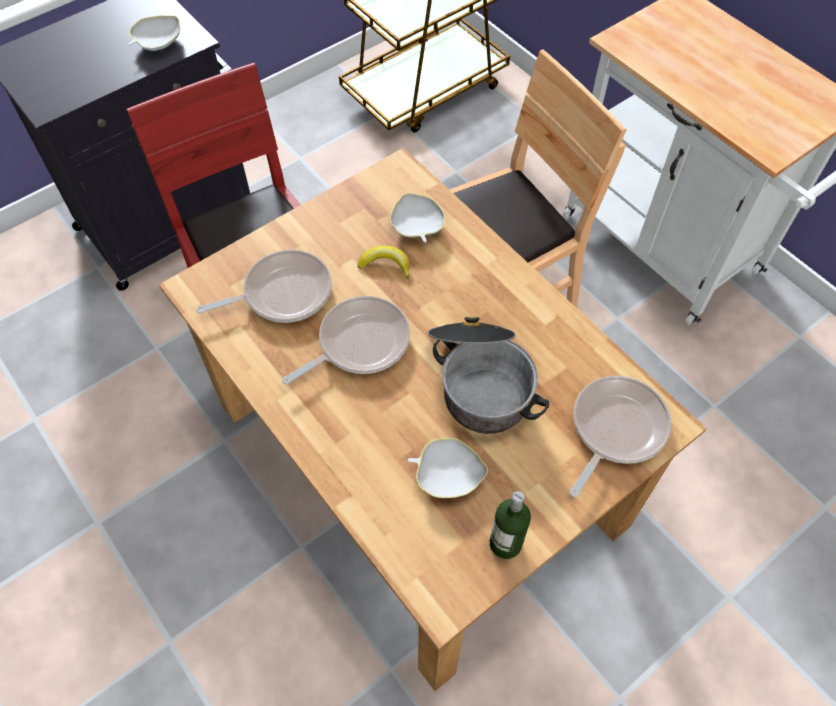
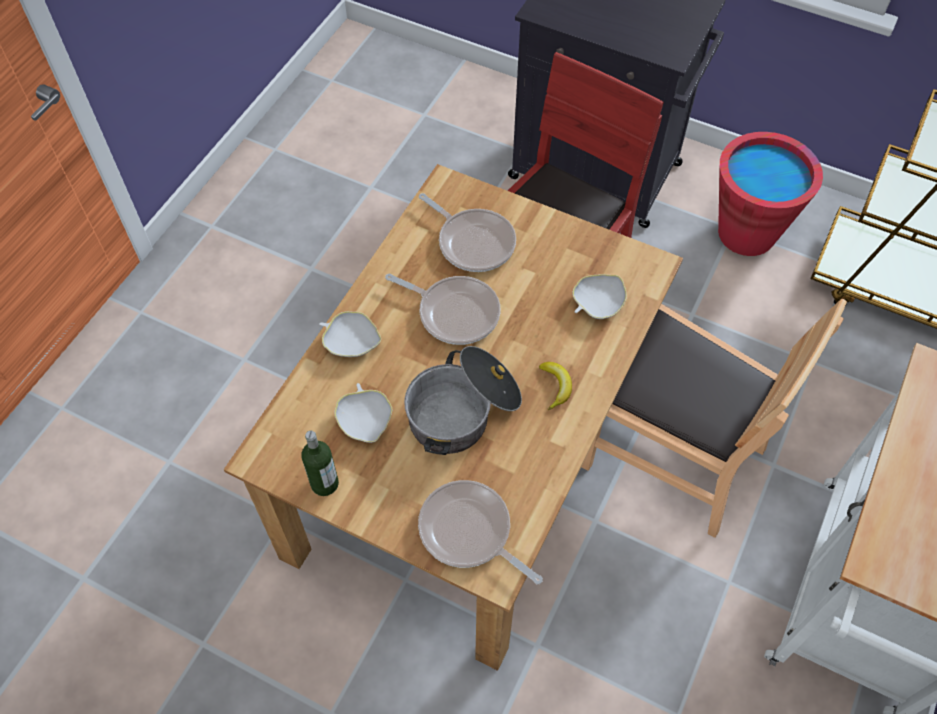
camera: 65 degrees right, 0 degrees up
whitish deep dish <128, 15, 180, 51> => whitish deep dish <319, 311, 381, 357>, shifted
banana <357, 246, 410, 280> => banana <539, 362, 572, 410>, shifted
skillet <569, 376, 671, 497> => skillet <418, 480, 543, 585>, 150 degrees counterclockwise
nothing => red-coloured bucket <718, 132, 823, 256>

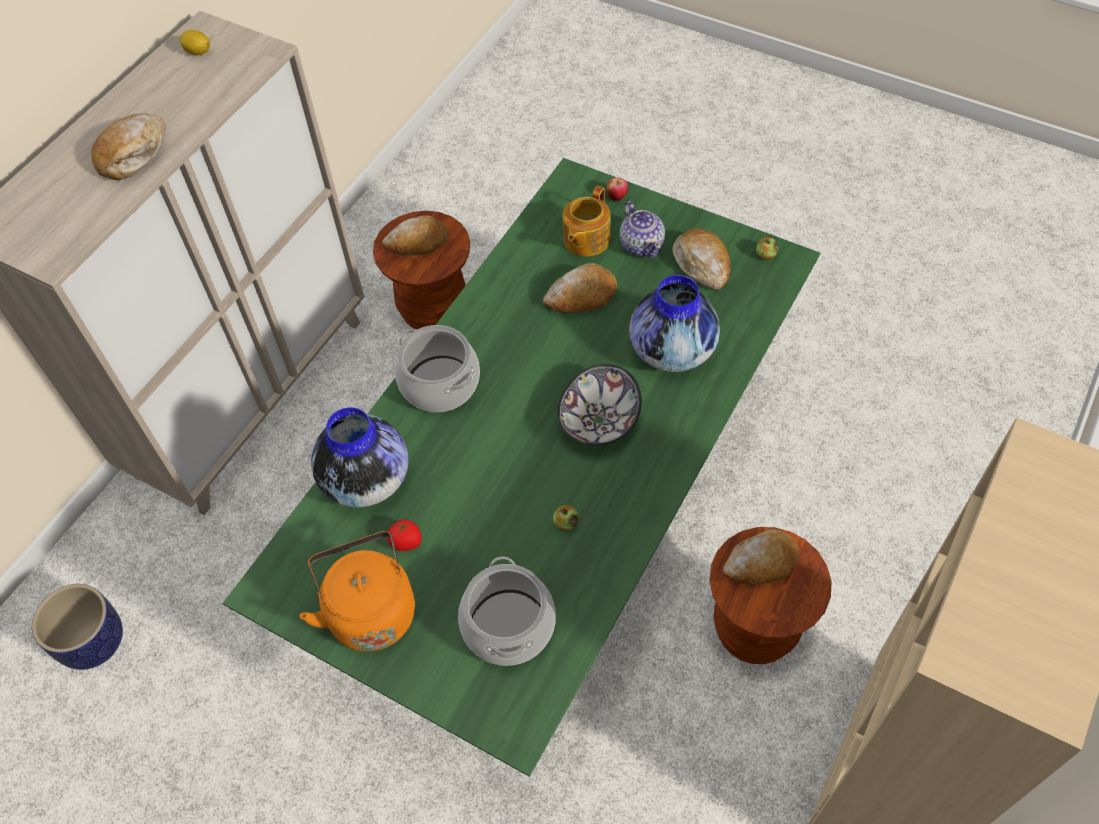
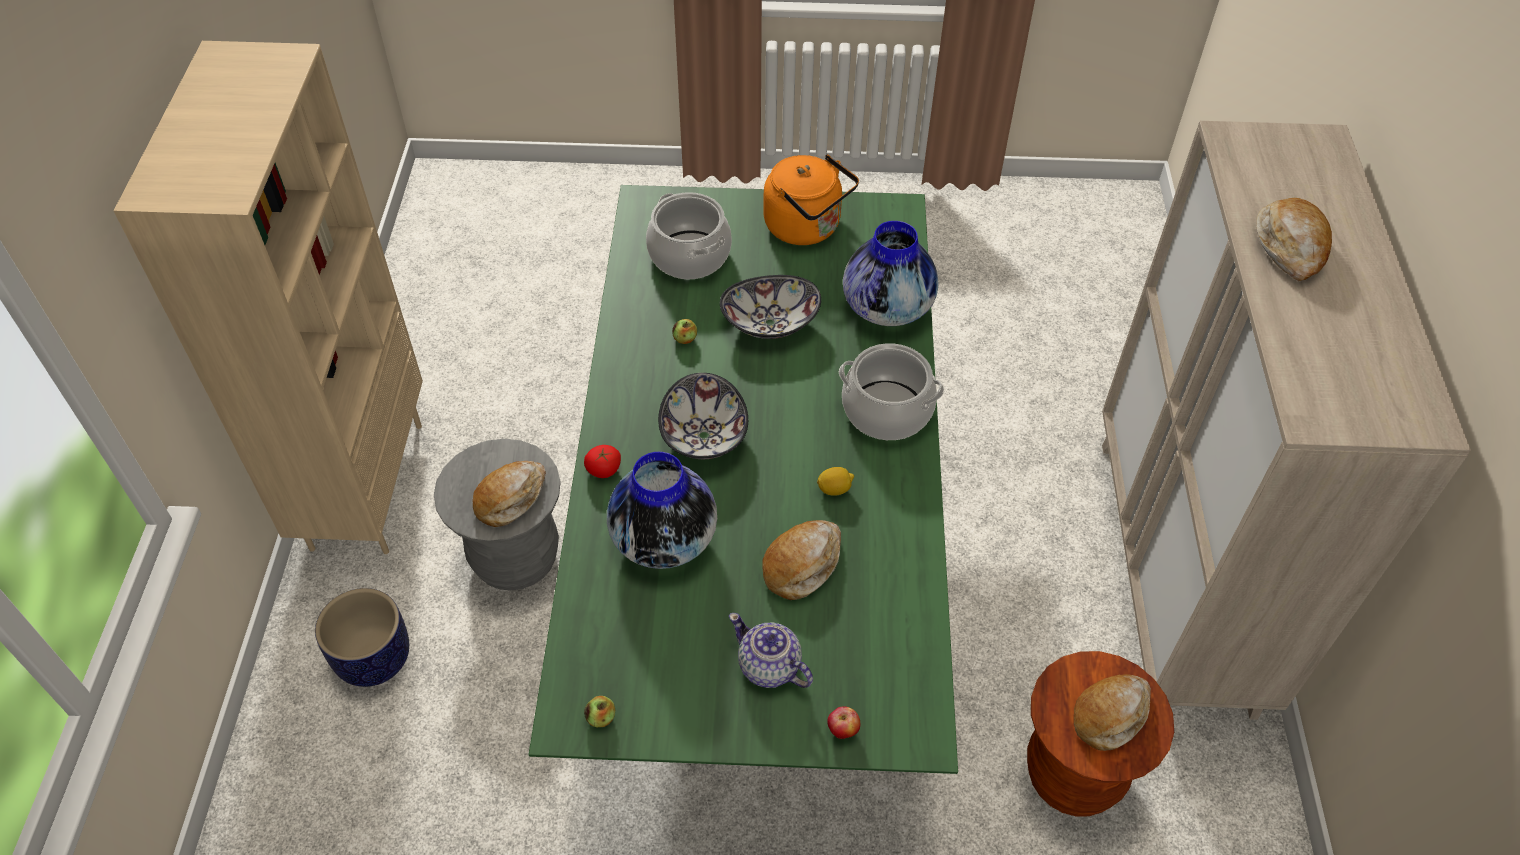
camera: 150 degrees right, 5 degrees down
planter <32, 584, 123, 670> => planter <315, 588, 409, 687>, shifted
lemon <179, 30, 210, 55> => lemon <817, 467, 854, 496>, shifted
fresh tomato <386, 519, 421, 551> => fresh tomato <584, 445, 621, 478>, shifted
pot for tea <563, 186, 610, 256> => nothing
bread <672, 228, 731, 290> => nothing
brown stool <709, 527, 832, 664> => grey stool <434, 439, 561, 591>
nothing => deep dish <720, 275, 821, 339>

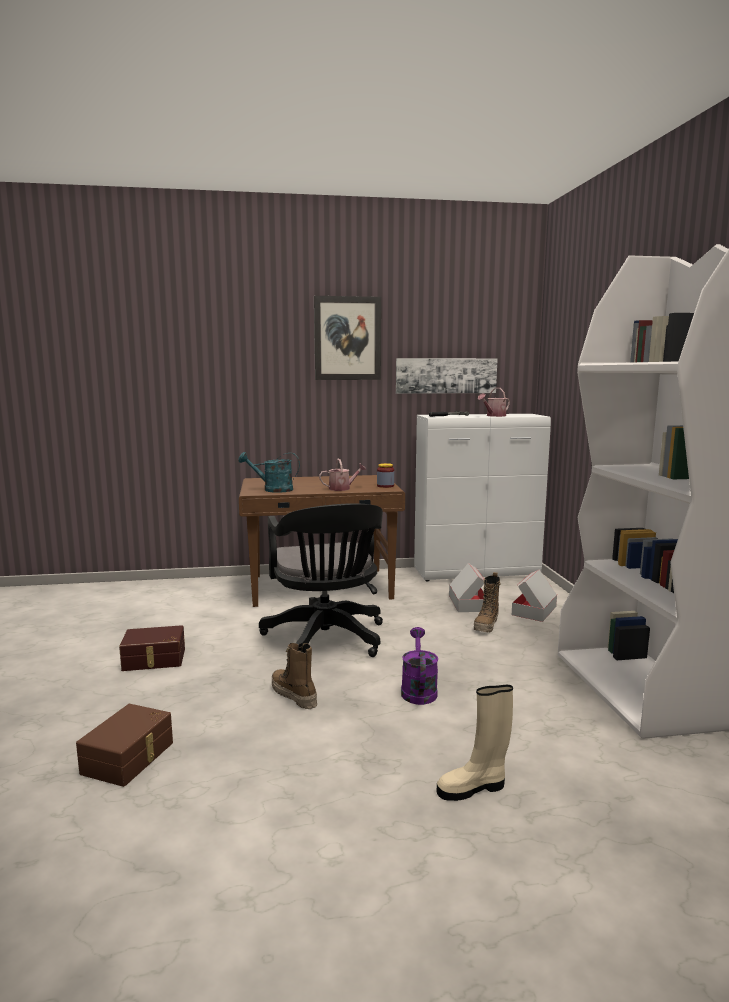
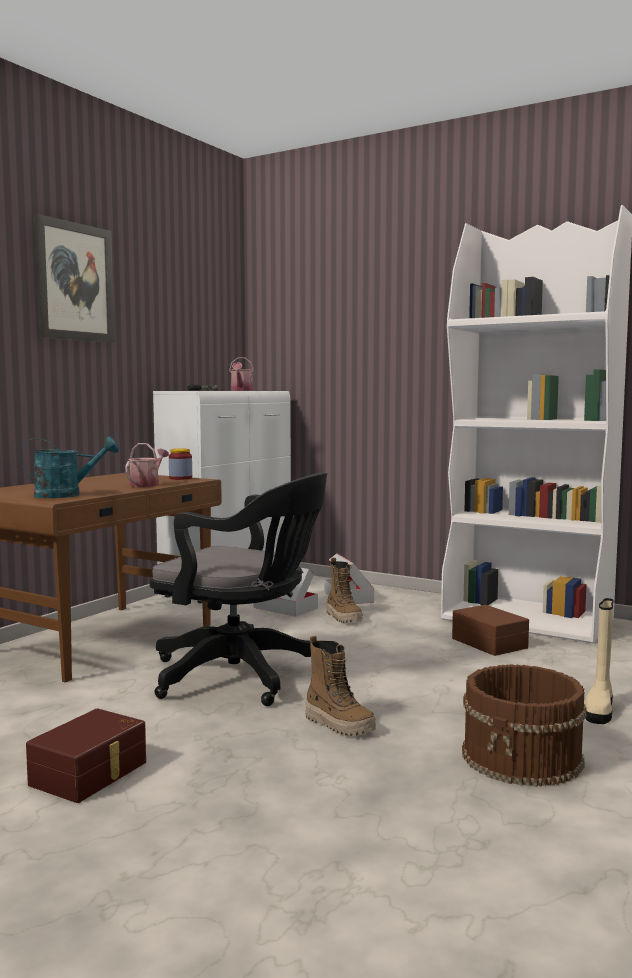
camera: 50 degrees left, 5 degrees down
brown storage container <76, 704, 173, 787> => brown storage container <452, 605, 529, 656>, shifted
turquoise sprinkling can <238, 452, 300, 493> => turquoise sprinkling can <20, 436, 119, 498>, 150 degrees counterclockwise
tall boot <272, 643, 317, 709> => tall boot <305, 636, 376, 736>, 135 degrees counterclockwise
wall art <396, 358, 498, 394> => nothing
purplish sprinkling can <401, 627, 438, 705> => nothing
nothing => brown bucket <462, 664, 587, 787>

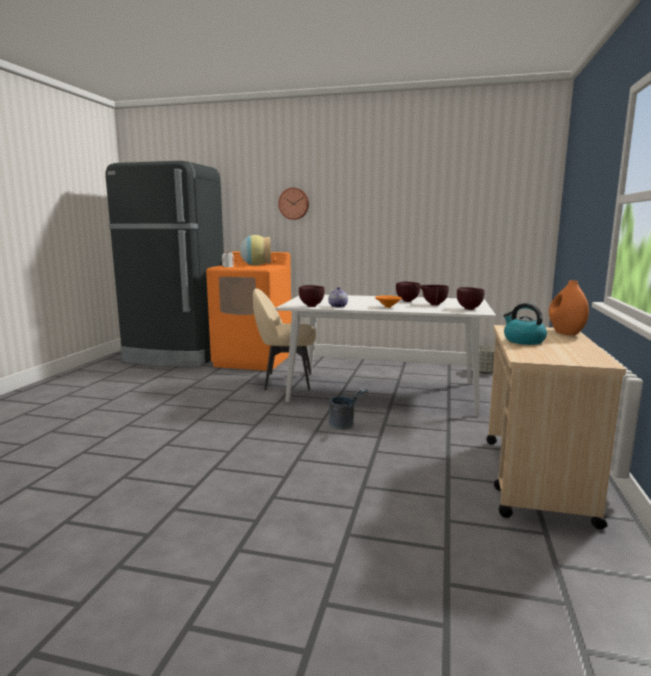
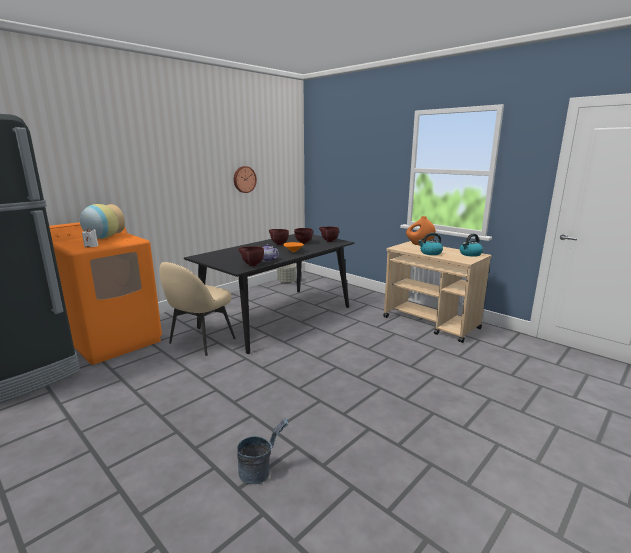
camera: 60 degrees left, 5 degrees up
whitish dining table <275, 295, 496, 416> => black dining table <184, 234, 354, 354>
clock on the wall <278, 188, 309, 220> => clock on the wall <234, 166, 257, 193>, shifted
grey bucket <329, 389, 368, 429> => grey bucket <237, 418, 288, 484>, shifted
nothing => water kettle <460, 234, 483, 257>

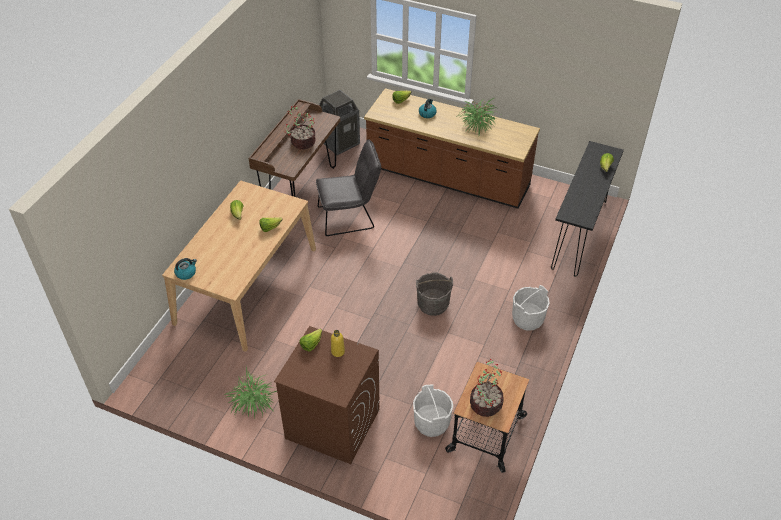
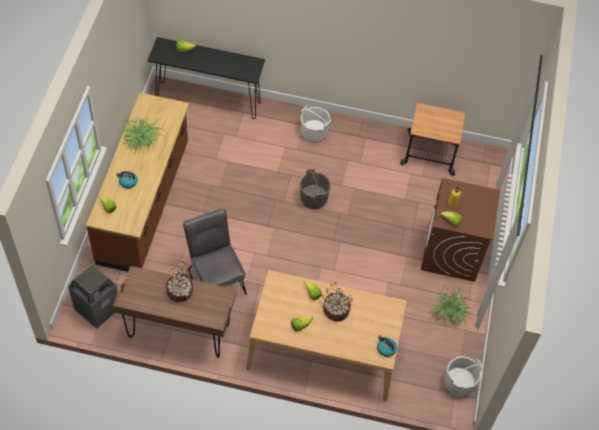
camera: 105 degrees left, 10 degrees up
whitish bucket <413, 384, 453, 437> => whitish bucket <445, 356, 483, 397>, shifted
potted plant <470, 359, 504, 417> => potted plant <318, 282, 353, 322>, shifted

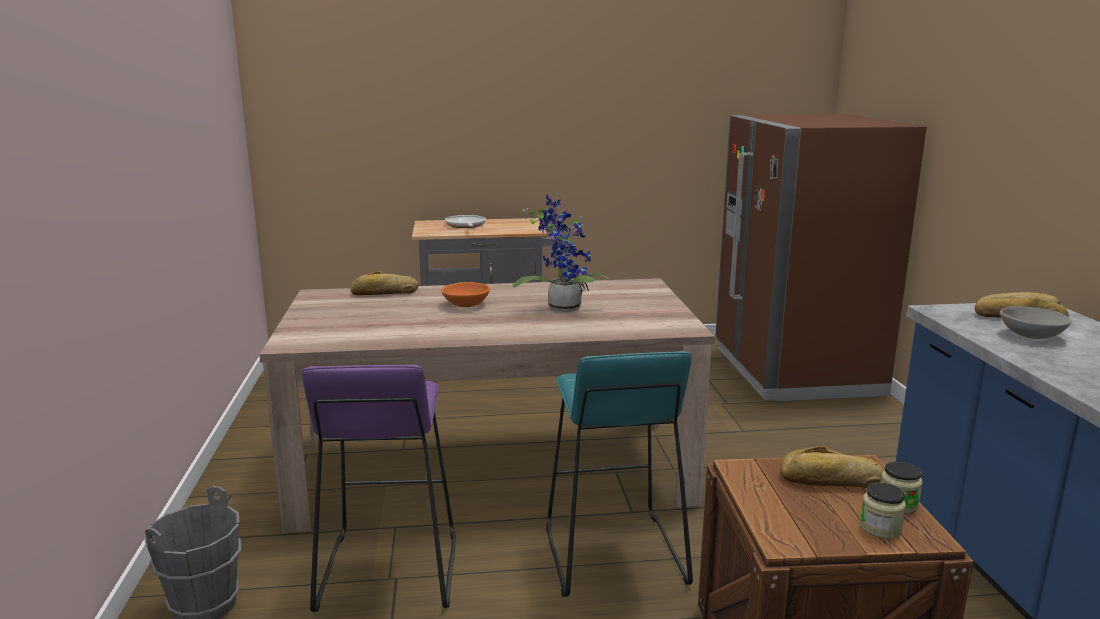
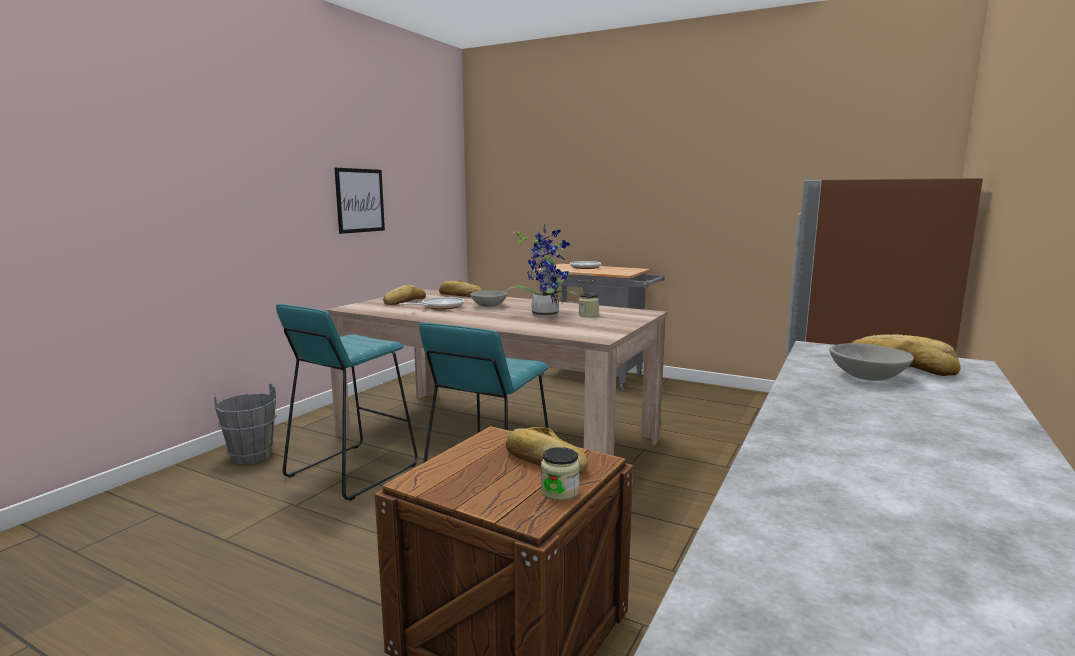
camera: 35 degrees right, 5 degrees down
purplish stool <302, 364, 456, 612> => turquoise stool <276, 304, 418, 501>
orangey deep dish <441, 282, 490, 307> => grey deep dish <470, 291, 507, 307>
storage jar <860, 483, 906, 539> => storage jar <579, 293, 599, 317>, shifted
nothing => wall art <335, 168, 385, 234>
nothing => bread <383, 285, 426, 305>
nothing => skillet <399, 297, 464, 310>

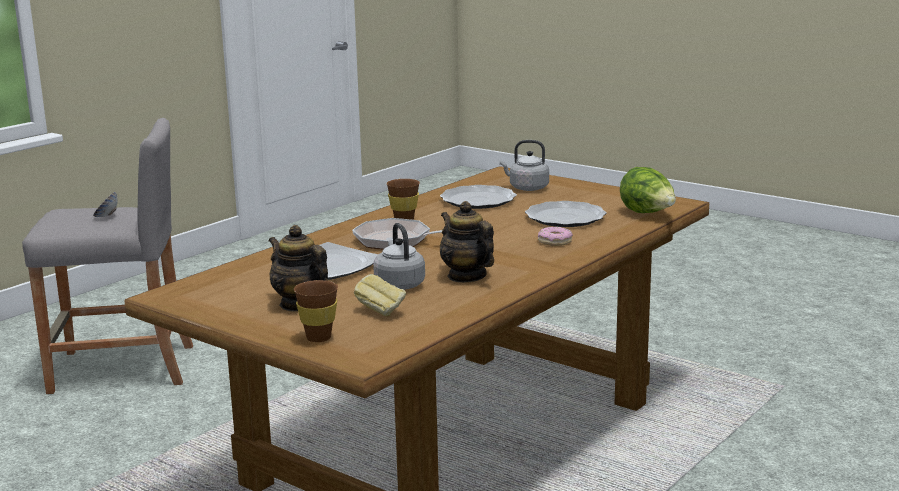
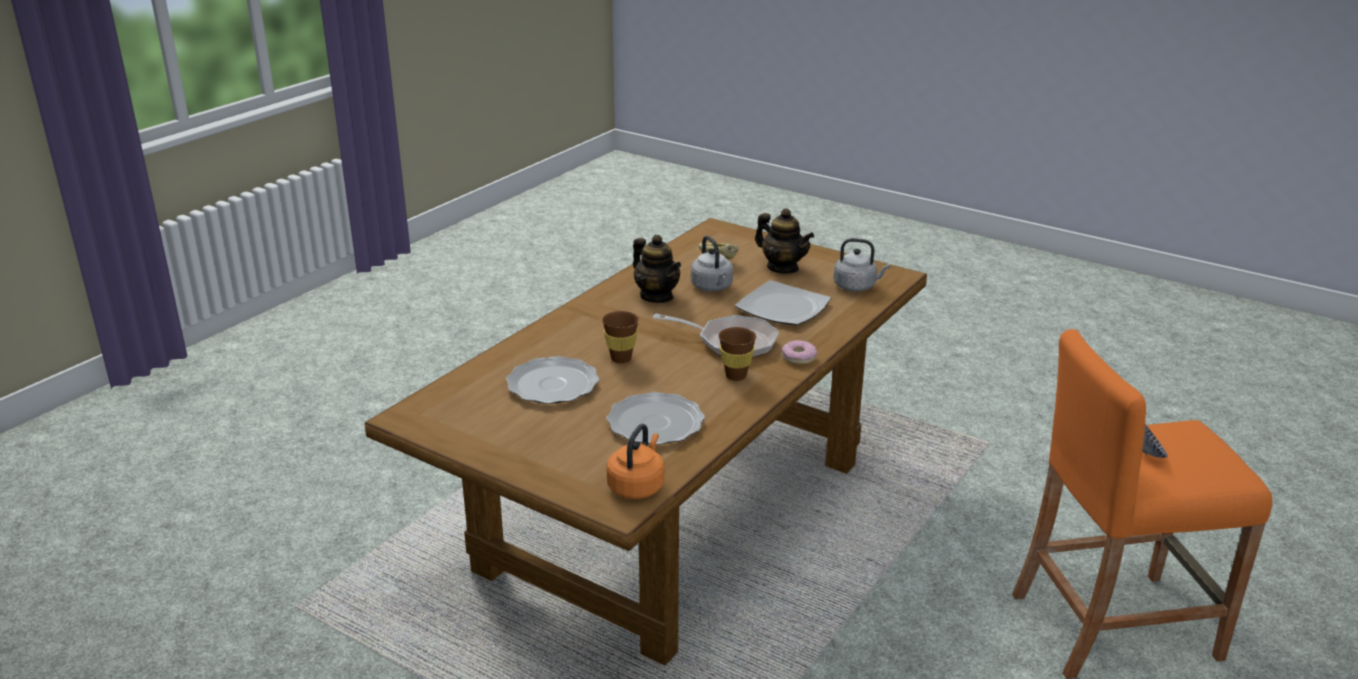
camera: 175 degrees right, 10 degrees up
grey stool <22, 118, 193, 394> => orangey stool <1012, 329, 1272, 679>
brown small cup <294, 280, 338, 342> => brown small cup <602, 311, 639, 363>, shifted
grey water kettle <500, 140, 549, 191> => grey water kettle <834, 238, 890, 292>, shifted
ring doughnut <538, 227, 573, 246> => ring doughnut <781, 340, 817, 365>, shifted
head of lettuce <620, 167, 676, 213> => nothing
nothing => orangey water kettle <606, 424, 664, 499>

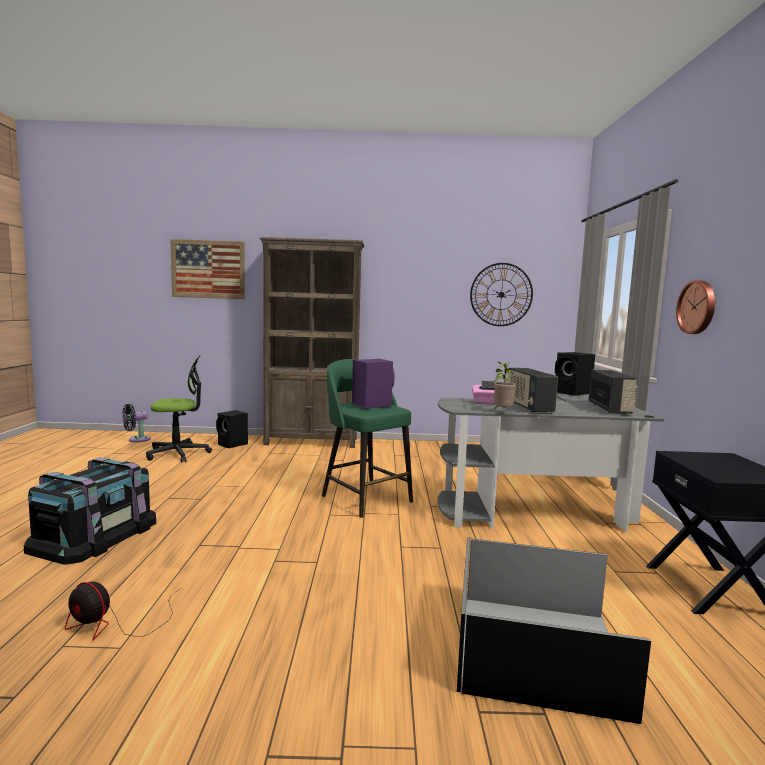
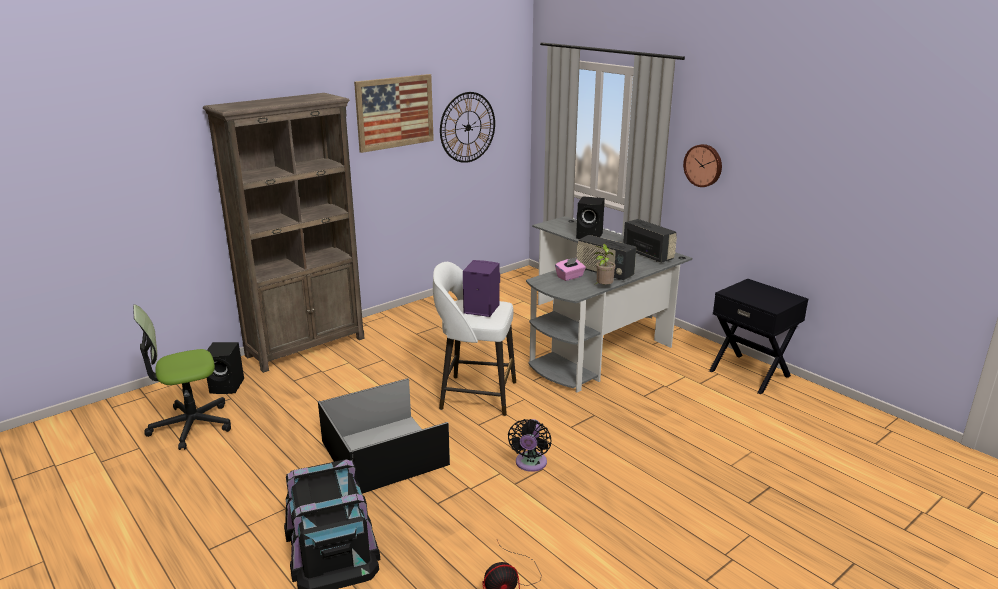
camera: 40 degrees left, 15 degrees up
black fan <123, 404, 151, 442> => black fan <508, 419, 551, 472>, shifted
computer chair <146, 355, 212, 463> => computer chair <133, 305, 231, 450>, 150 degrees counterclockwise
wall art <170, 239, 245, 299> => wall art <354, 74, 434, 153>, shifted
green stool <322, 359, 413, 518> => whitish stool <433, 262, 516, 416>
black storage container <457, 537, 651, 724> => black storage container <318, 378, 450, 494>, shifted

